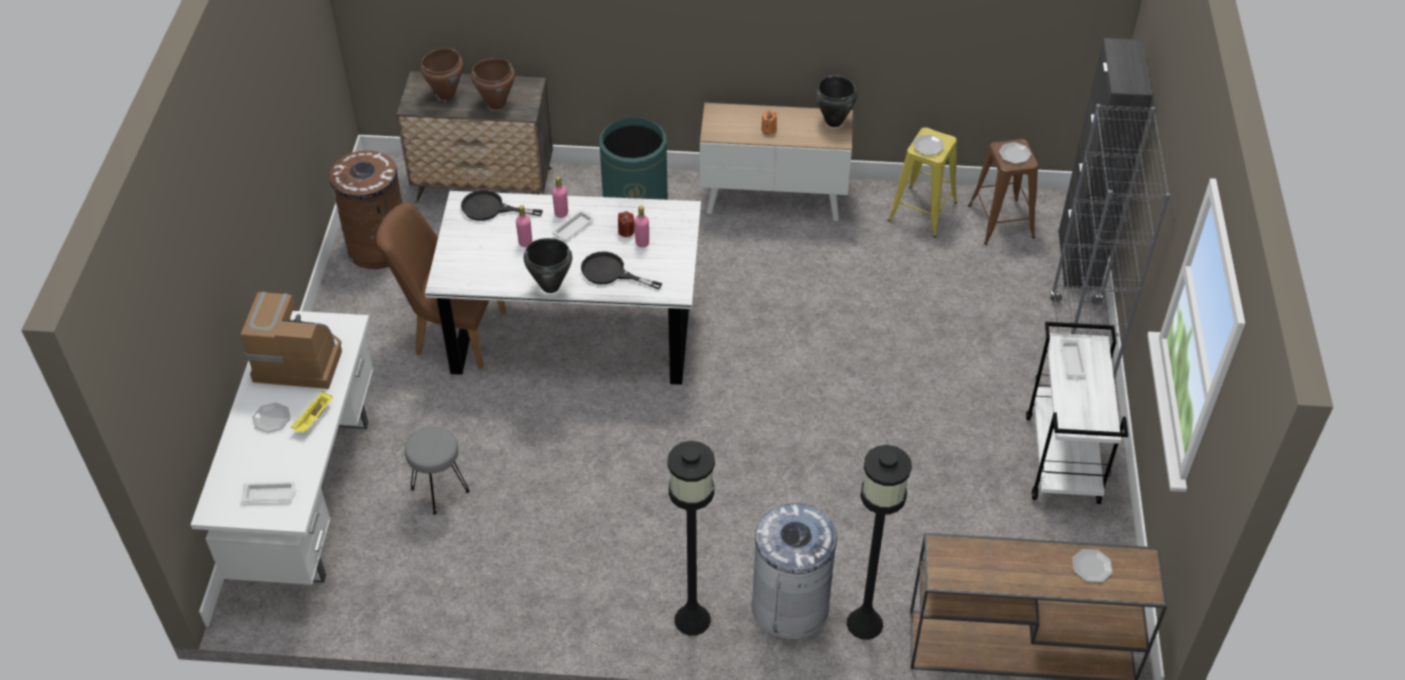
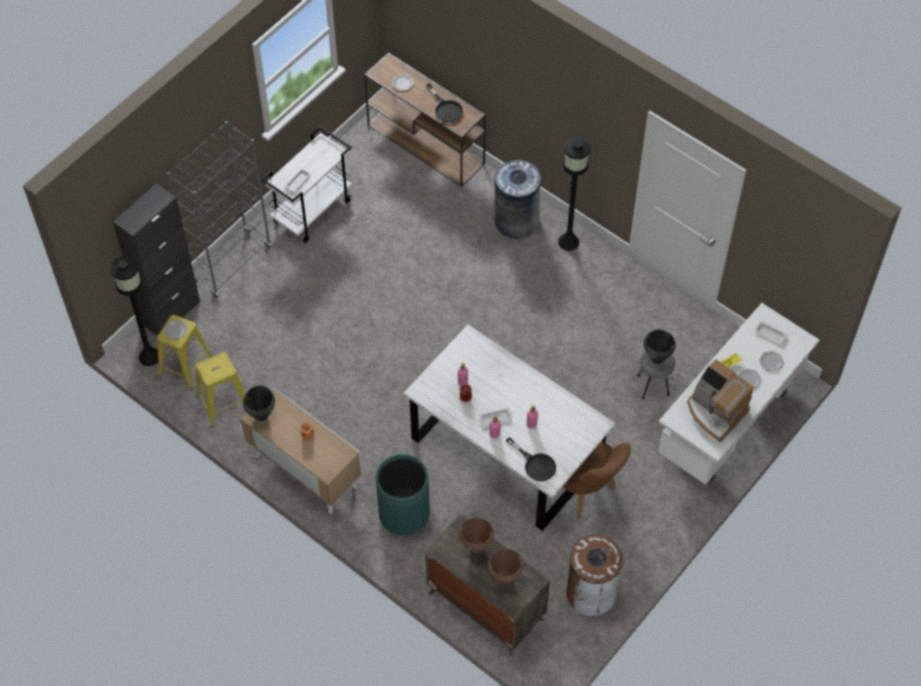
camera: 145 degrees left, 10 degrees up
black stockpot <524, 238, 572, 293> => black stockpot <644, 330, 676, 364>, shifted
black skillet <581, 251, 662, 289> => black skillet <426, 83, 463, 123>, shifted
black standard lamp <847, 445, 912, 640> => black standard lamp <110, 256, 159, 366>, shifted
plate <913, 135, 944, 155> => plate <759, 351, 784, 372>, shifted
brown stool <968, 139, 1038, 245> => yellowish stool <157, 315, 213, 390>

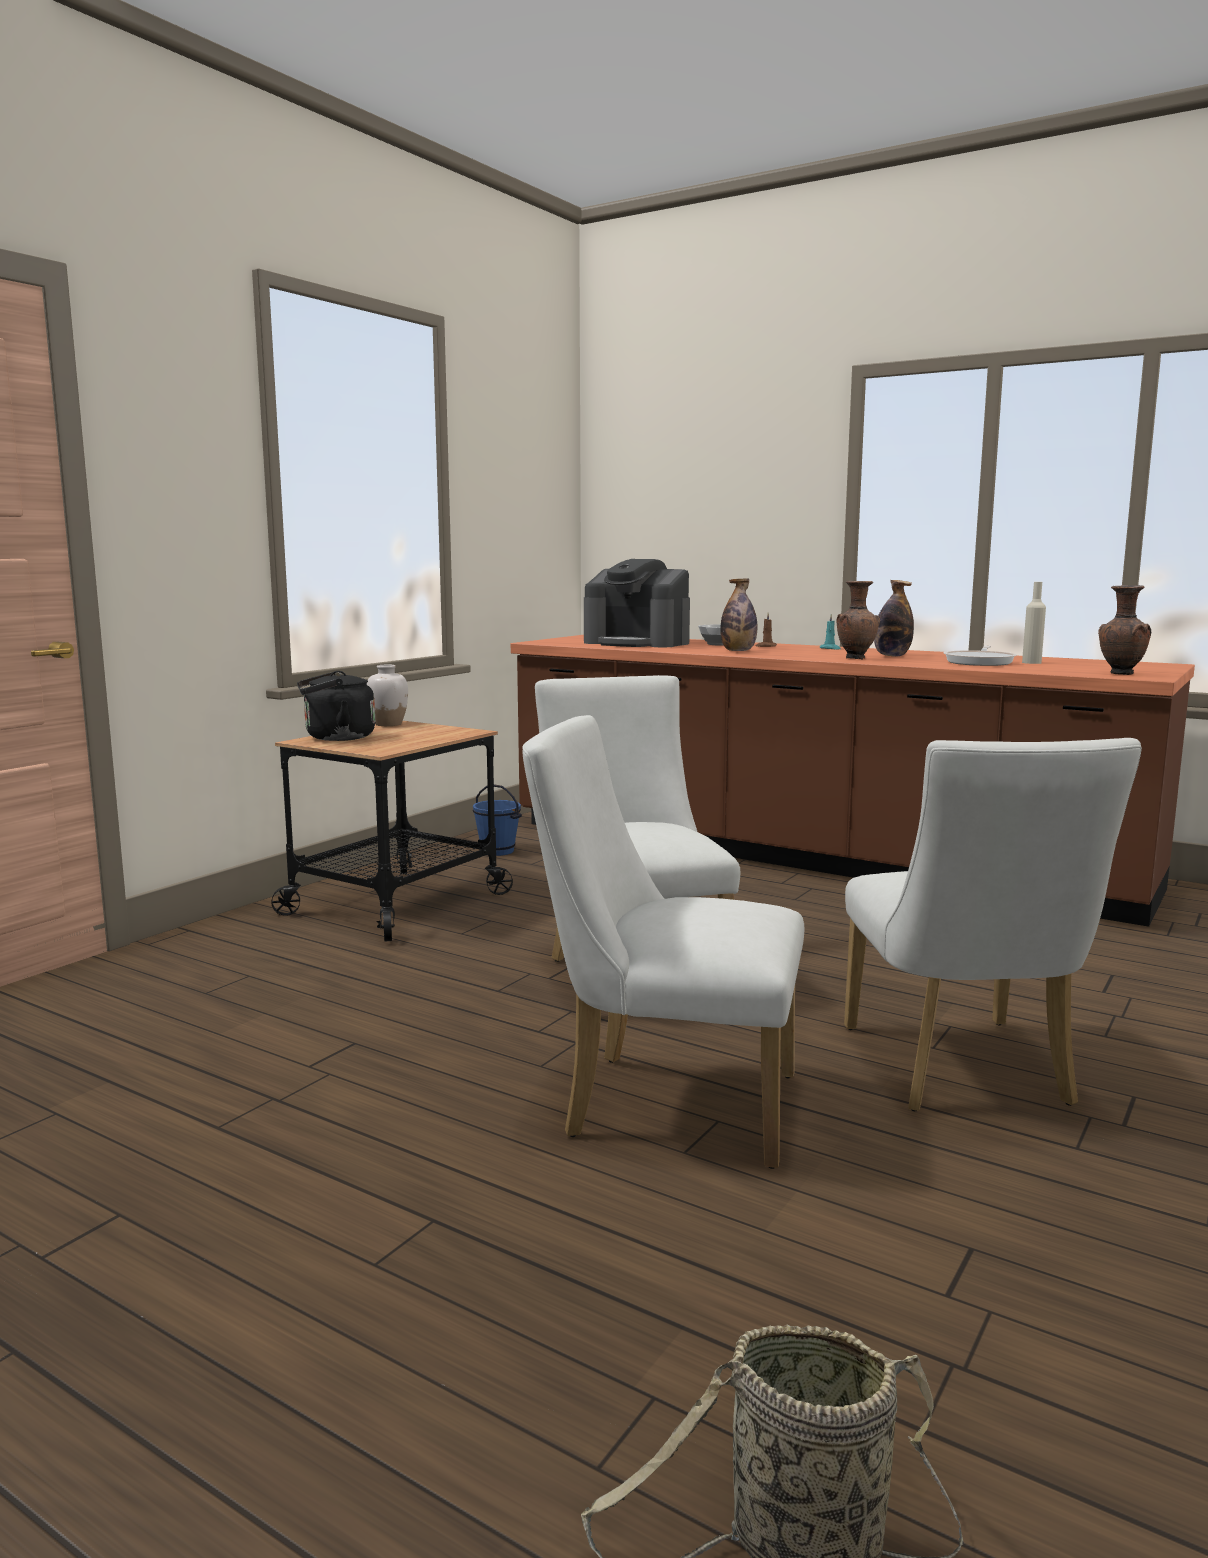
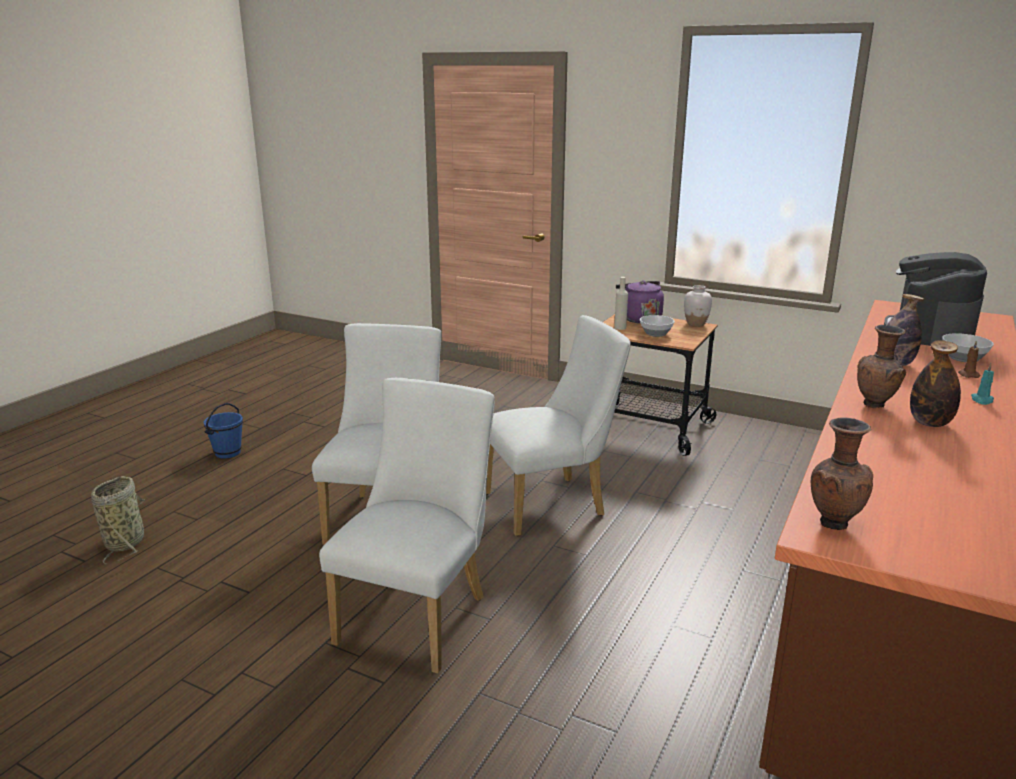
camera: 85 degrees right, 10 degrees up
black water kettle <297, 671, 375, 741> => purplish water kettle <616, 280, 664, 324>
bluish bucket <473, 784, 522, 856> => bluish bucket <204, 403, 243, 459>, shifted
whitish upright chair <844, 738, 1142, 1111> => whitish upright chair <319, 378, 495, 673>, 120 degrees clockwise
skillet <944, 646, 1017, 666> => nothing
sand-coloured drink bottle <1022, 582, 1046, 664> => sand-coloured drink bottle <614, 277, 628, 330>, shifted
nothing => deep dish <640, 315, 675, 337>

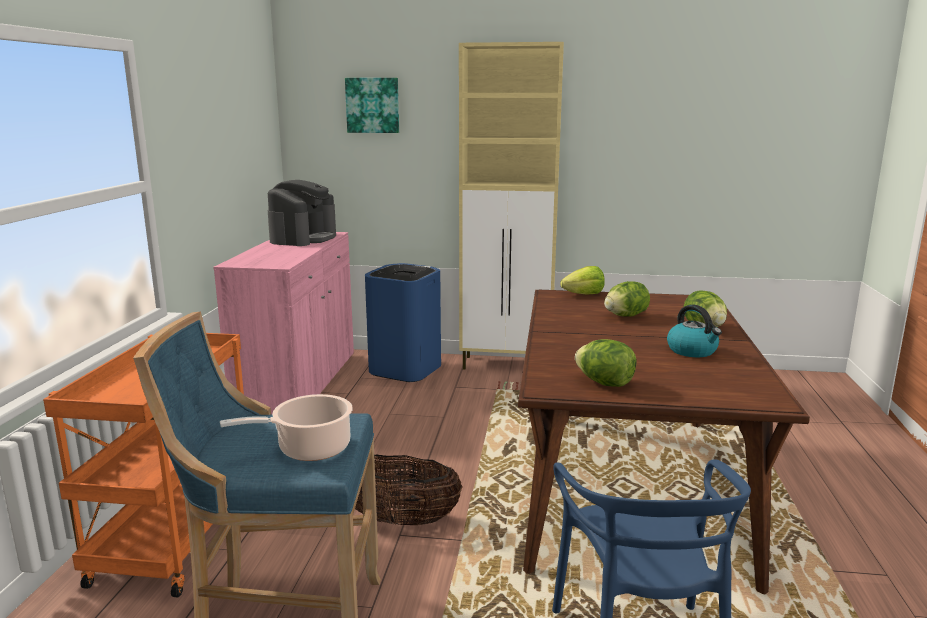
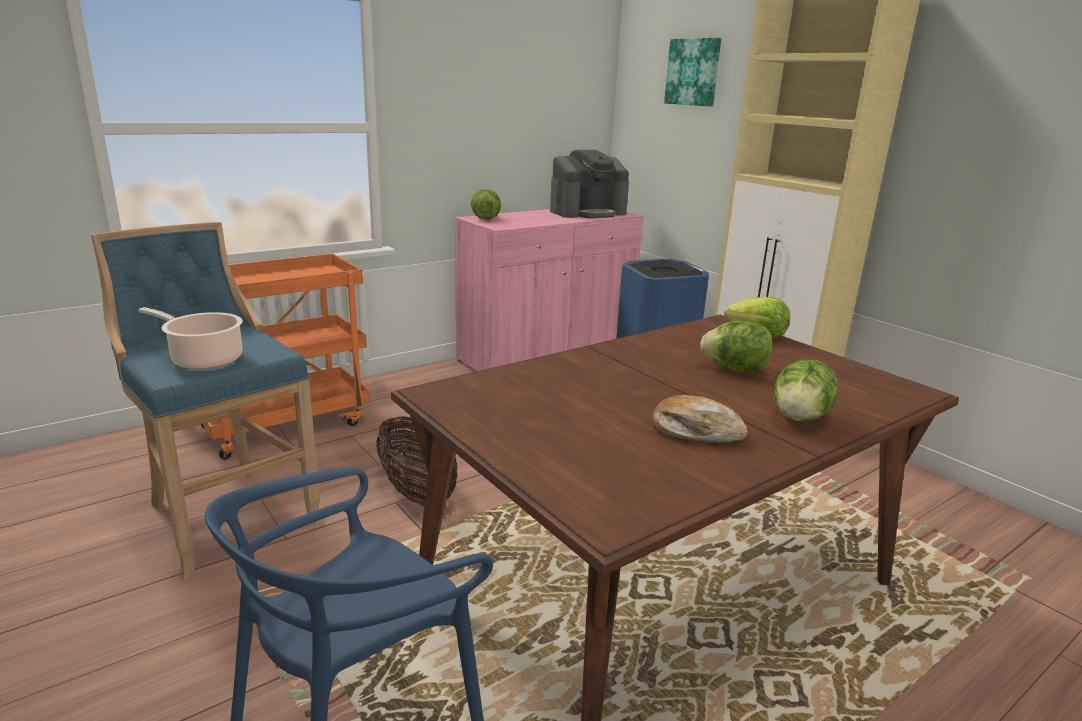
camera: 45 degrees right, 5 degrees up
head of lettuce <575, 339, 636, 387> => head of lettuce <471, 189, 501, 220>, shifted
water kettle <667, 305, 722, 357> => bread <652, 395, 748, 443>

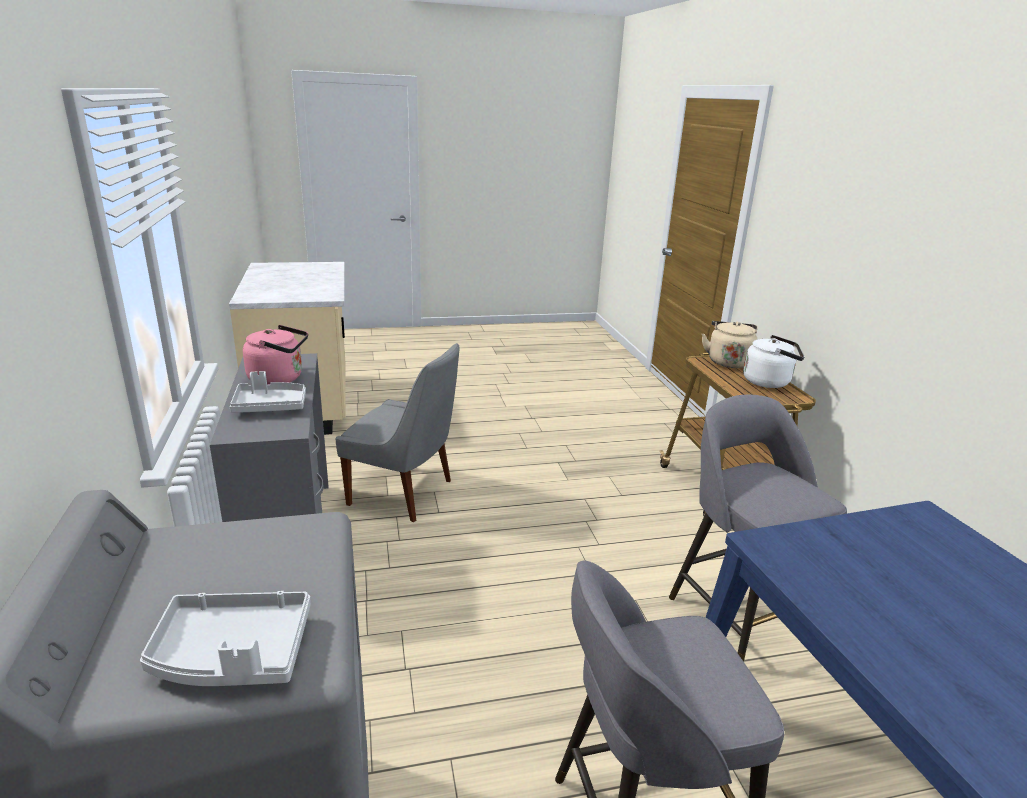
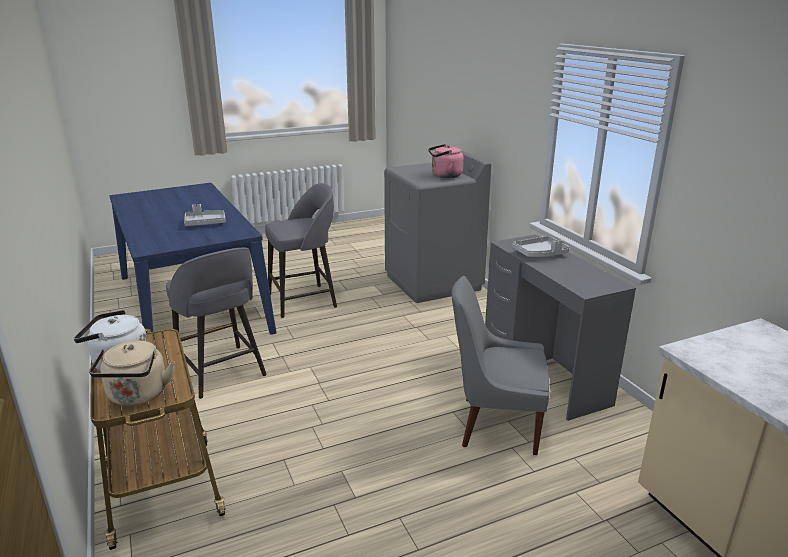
camera: 170 degrees right, 0 degrees up
grey tray <140, 591, 311, 686> => grey tray <184, 204, 226, 226>, shifted
pink water kettle <243, 325, 308, 385> => pink water kettle <428, 144, 464, 178>, shifted

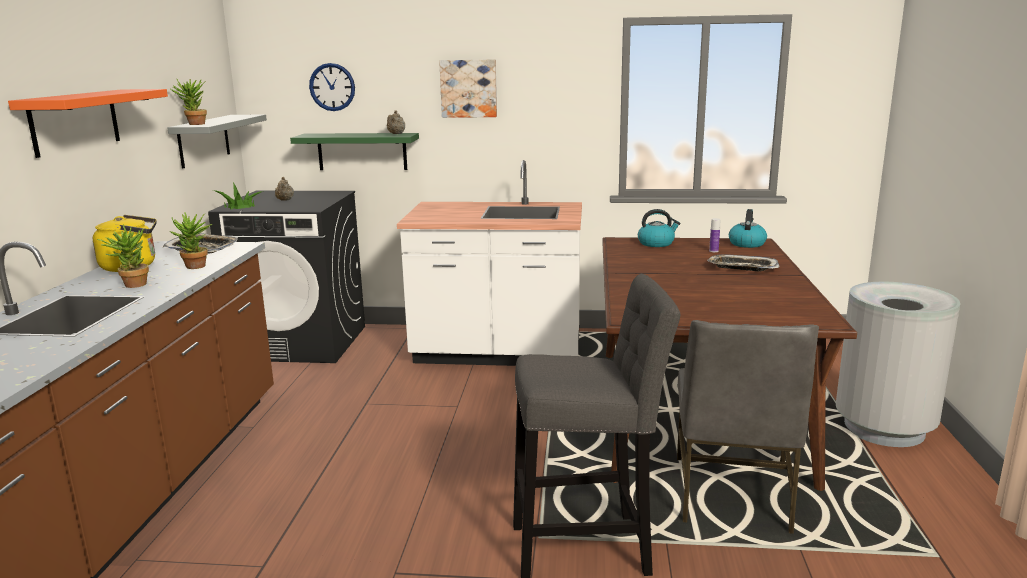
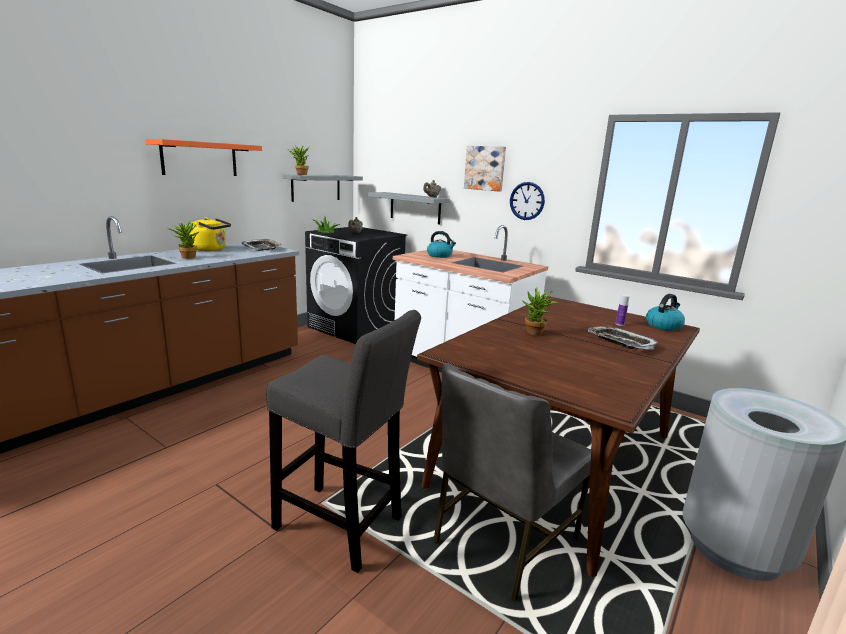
camera: 30 degrees right, 0 degrees up
potted plant <170, 213, 213, 269> => potted plant <522, 287, 559, 336>, shifted
green shelf <290, 133, 419, 170> => grey shelf <368, 192, 450, 225>
clock on the wall <309, 63, 355, 111> => clock on the wall <510, 182, 545, 220>, shifted
water kettle <638, 209, 680, 247> => water kettle <427, 231, 456, 258>, shifted

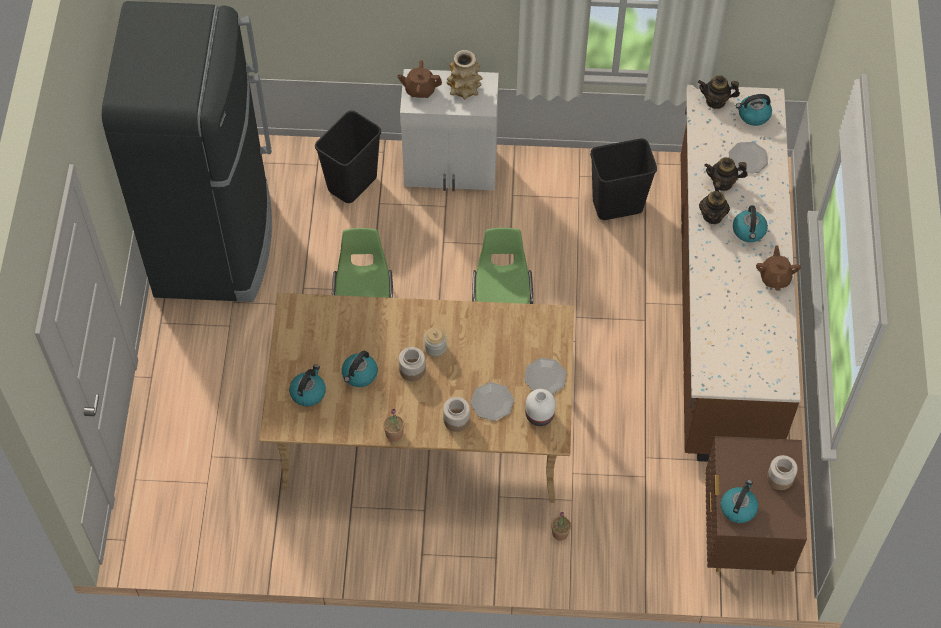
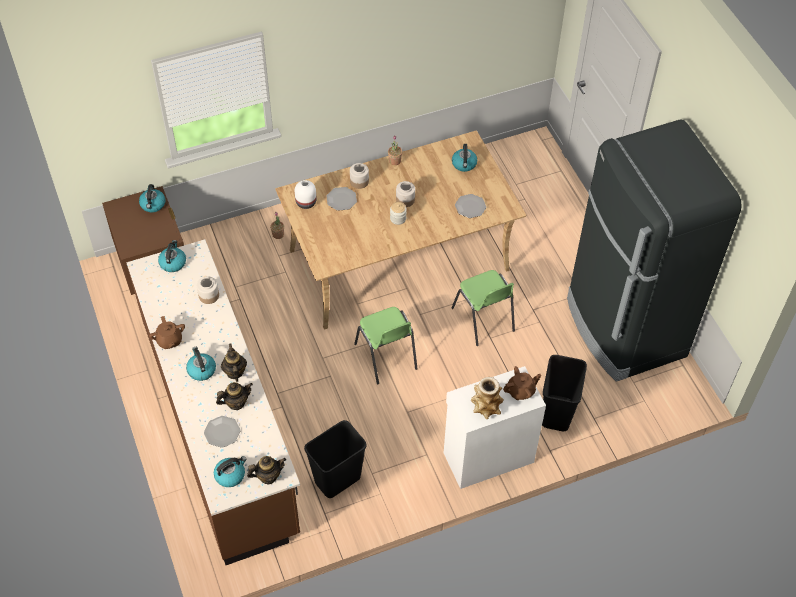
camera: 155 degrees right, 5 degrees down
water kettle <342, 351, 378, 387> => water kettle <158, 240, 186, 272>, shifted
plate <524, 358, 567, 395> => plate <455, 194, 486, 218>, shifted
storage jar <767, 455, 798, 490> => storage jar <197, 277, 219, 304>, shifted

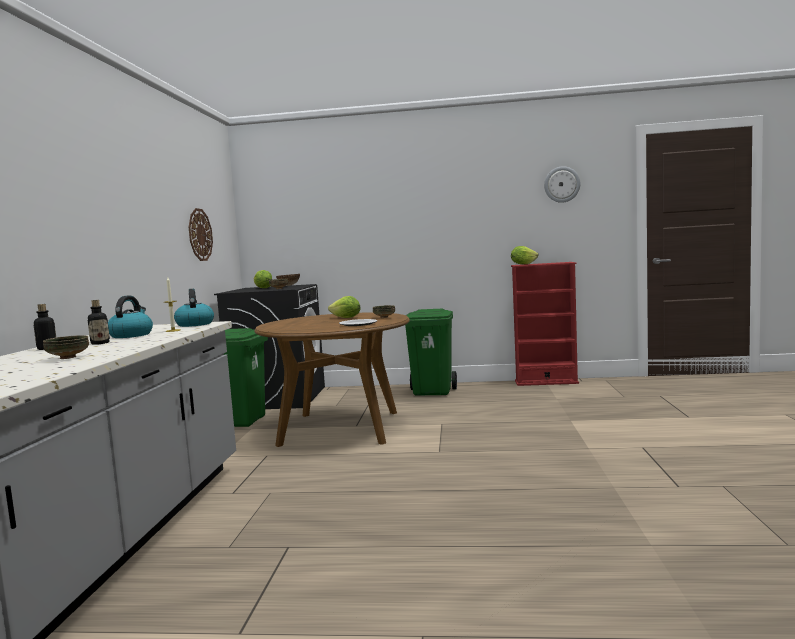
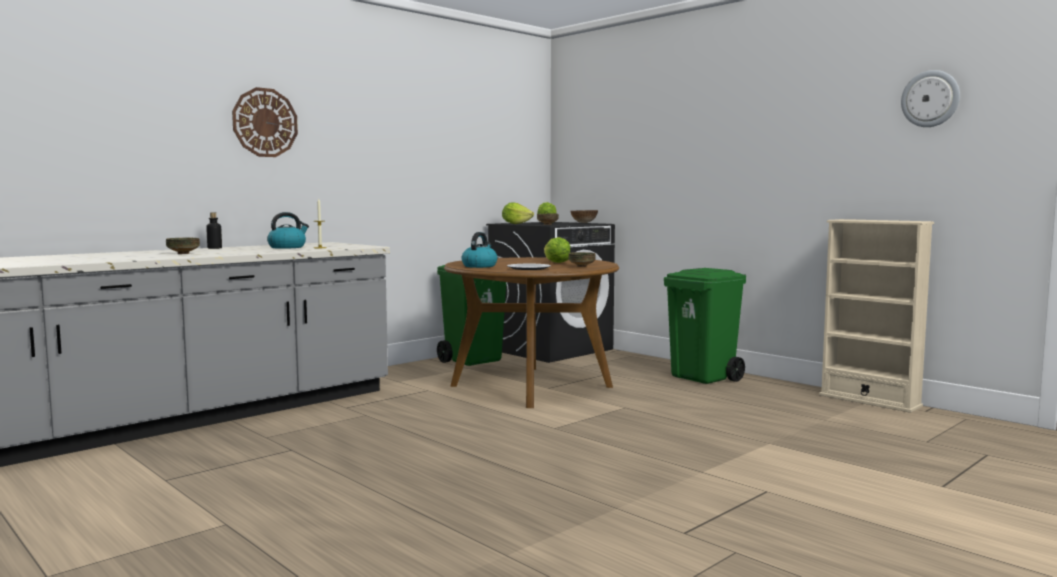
camera: 40 degrees right, 0 degrees up
drink bottle <88, 300, 110, 345> => nothing
water kettle <174, 289, 214, 327> => water kettle <462, 232, 498, 268>, shifted
clock on the wall <189, 208, 213, 261> => clock on the wall <232, 87, 298, 157>, shifted
head of lettuce <511, 246, 538, 264> => head of lettuce <502, 202, 534, 224>, shifted
red-coloured bookshelf <511, 262, 579, 386> => sand-coloured bookshelf <819, 219, 934, 413>

